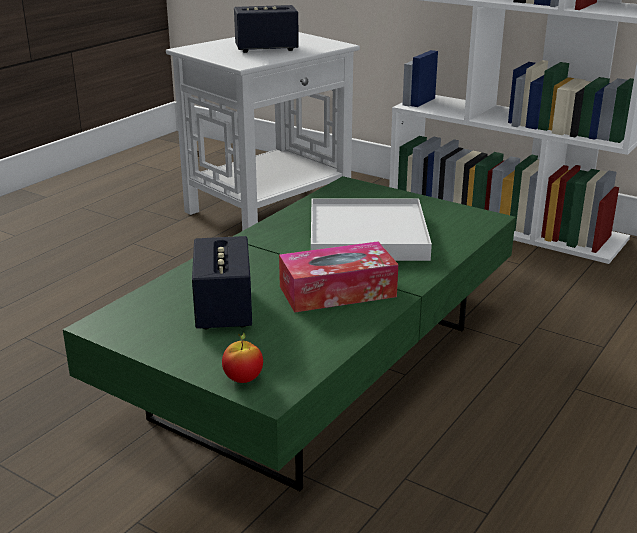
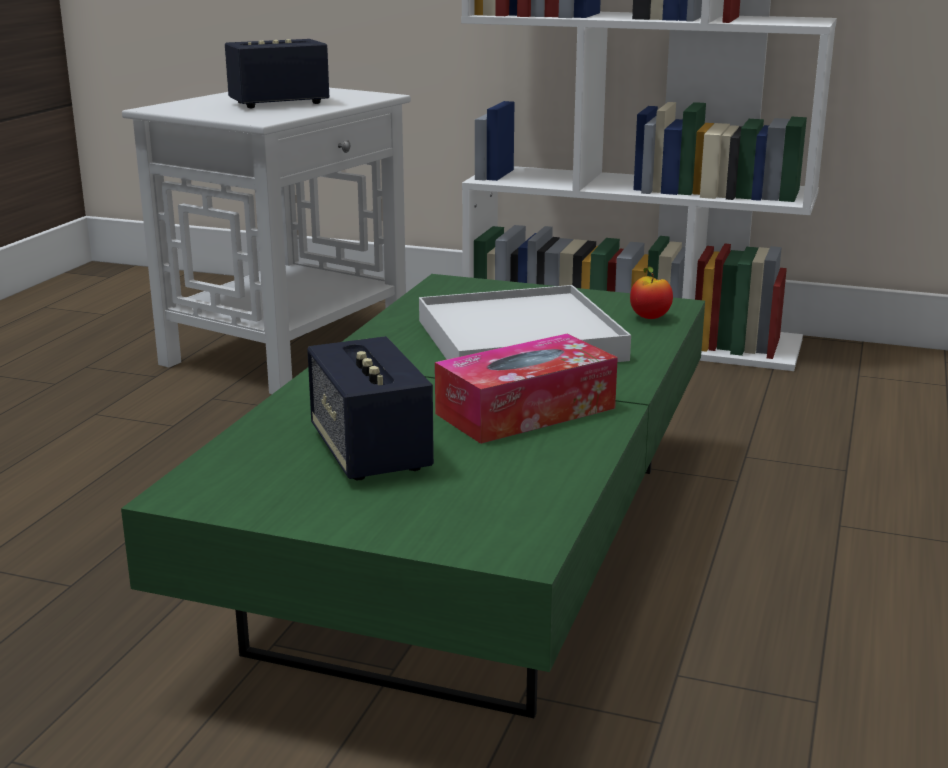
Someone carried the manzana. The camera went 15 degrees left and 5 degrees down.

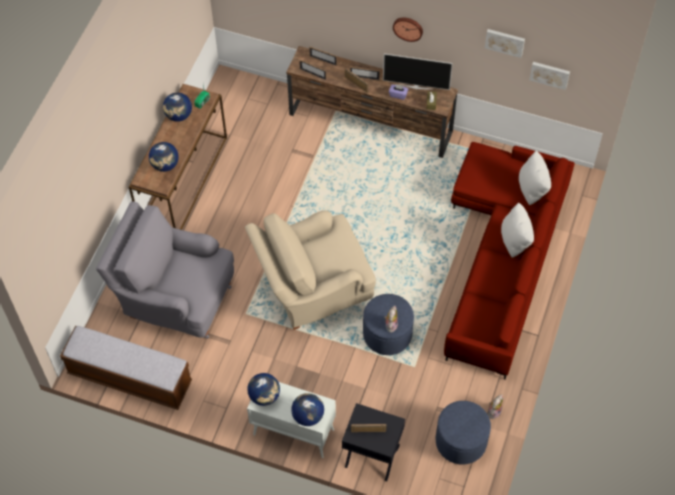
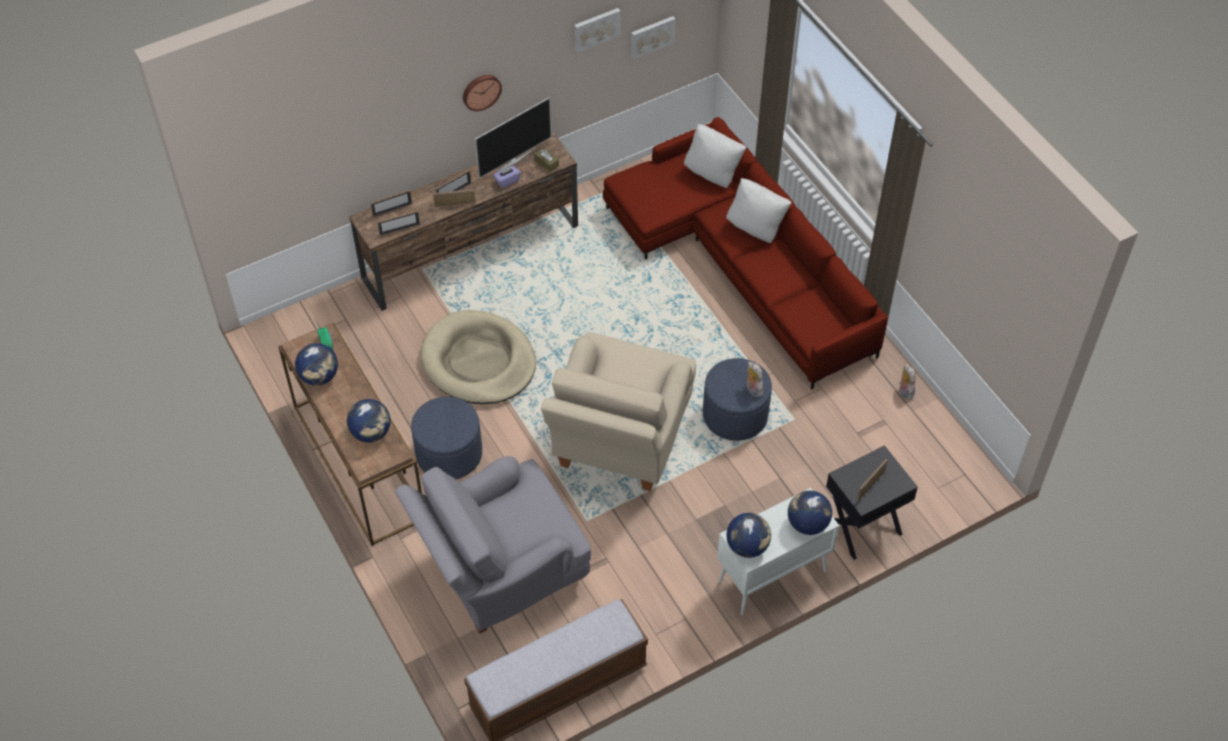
Someone carried the puf/azul (no. 2 from left in the first image). Someone put down the cama para perro/beis. The camera went 50 degrees left and 5 degrees down.

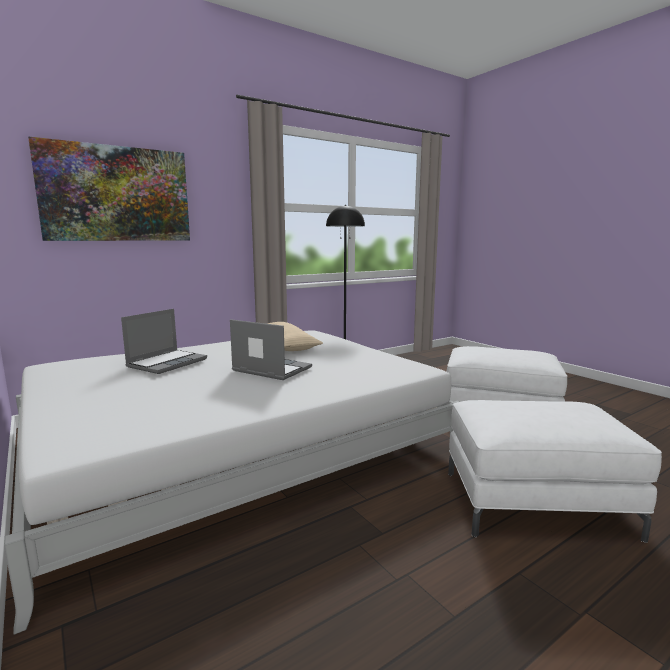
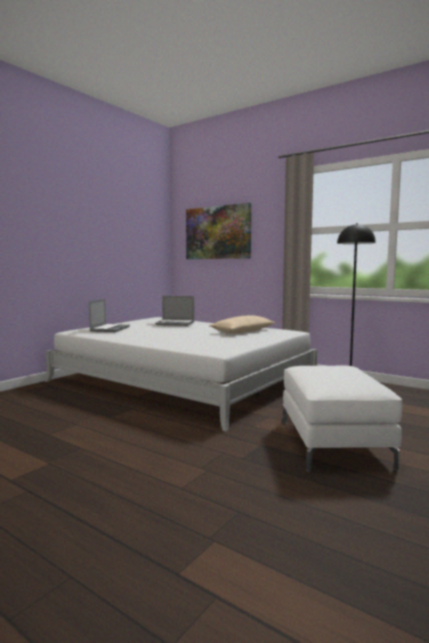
Someone carried the portátil (no. 2 from left in the first image). Someone took away the puf/blanco (no. 2 from left). The camera went 70 degrees right and 5 degrees down.

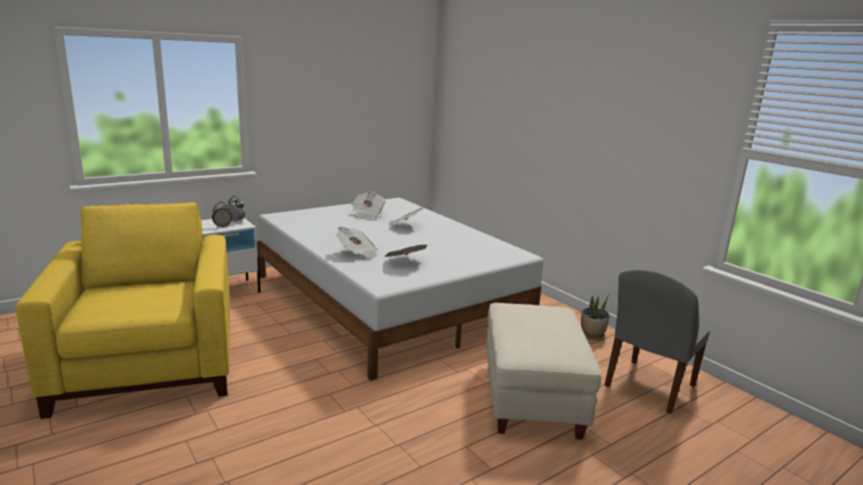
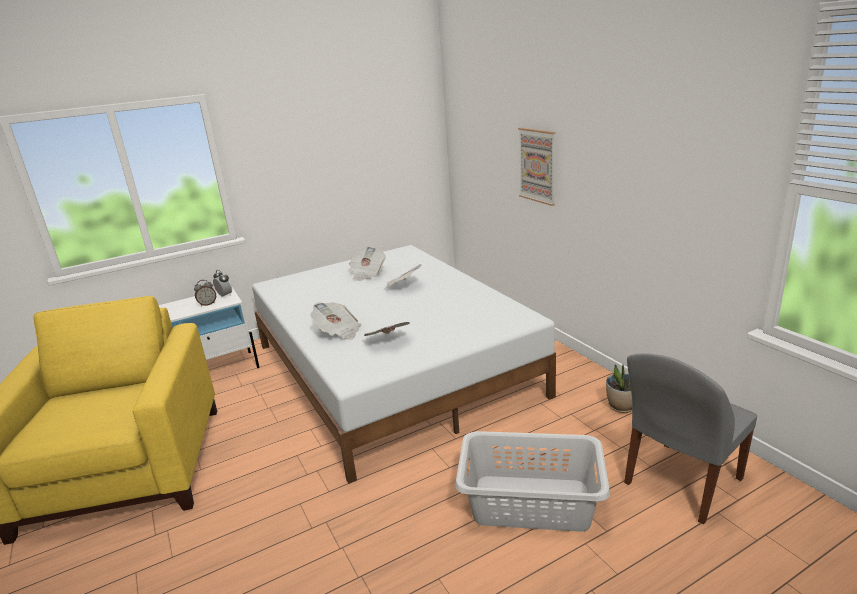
Someone swapped the puf/beis for the cesto de la ropa/gris. Someone put up the cuadro. The camera went 10 degrees right and 5 degrees up.

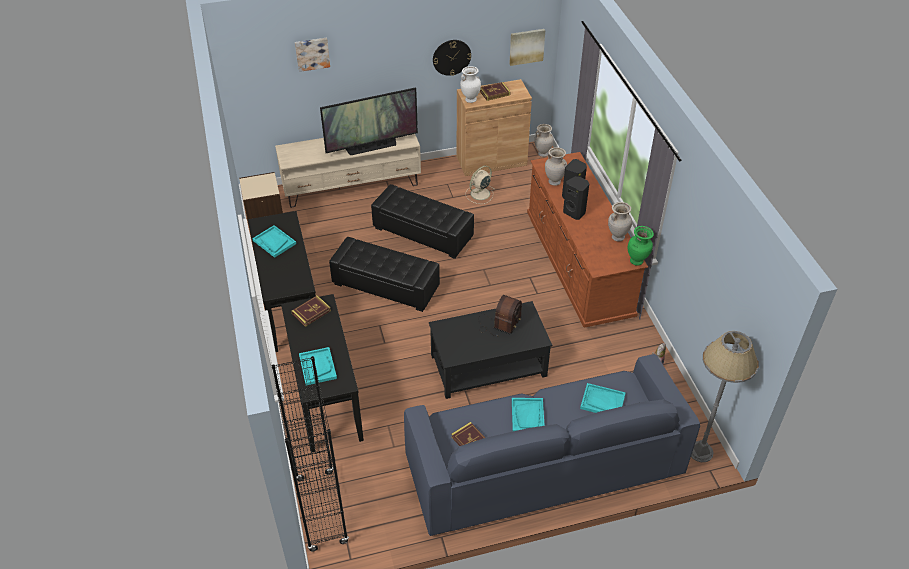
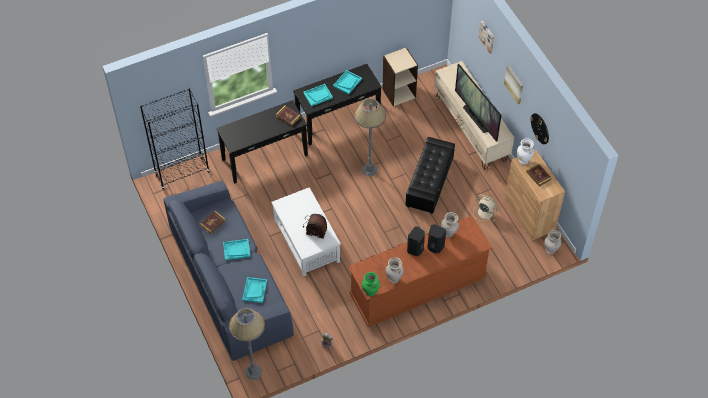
Someone carried the cuadro (no. 2 from left). Someone swapped the puf/negro (no. 1 from left) for the lámpara de pie/gris (no. 2 from left). Someone repainted the mesa de centro/negro, which became the mesa de centro/blanco. Someone carried the bandeja/turquesa (no. 2 from left in the first image). The camera went 80 degrees right and 10 degrees up.

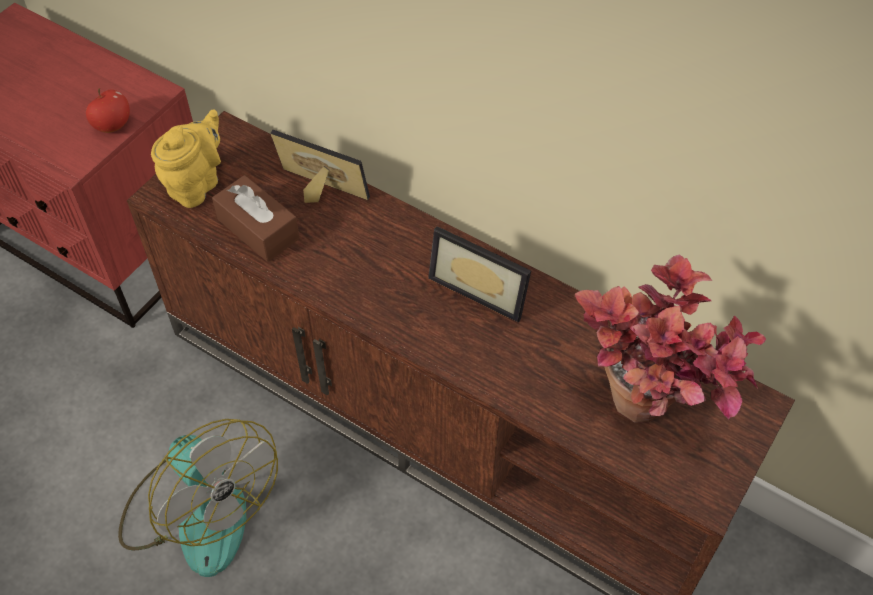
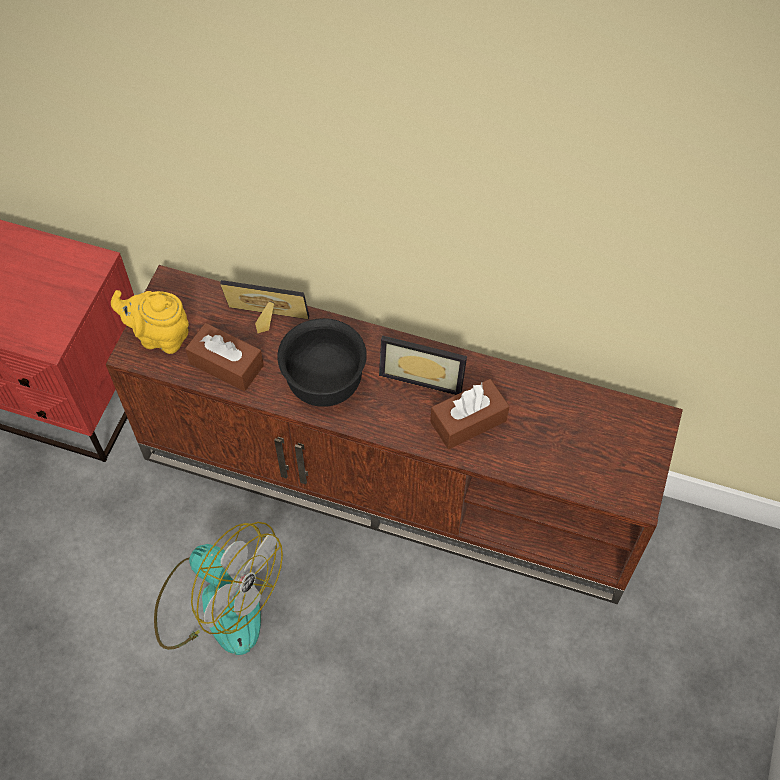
Someone took away the manzana. Someone rotated the tetera/amarillo by 90 degrees counterclockwise. Someone took away the planta en maceta. Someone put down the cuenco/negro. Someone put down the caja de pañuelos/marrón (no. 2 from left). The camera went 15 degrees left and 5 degrees up.

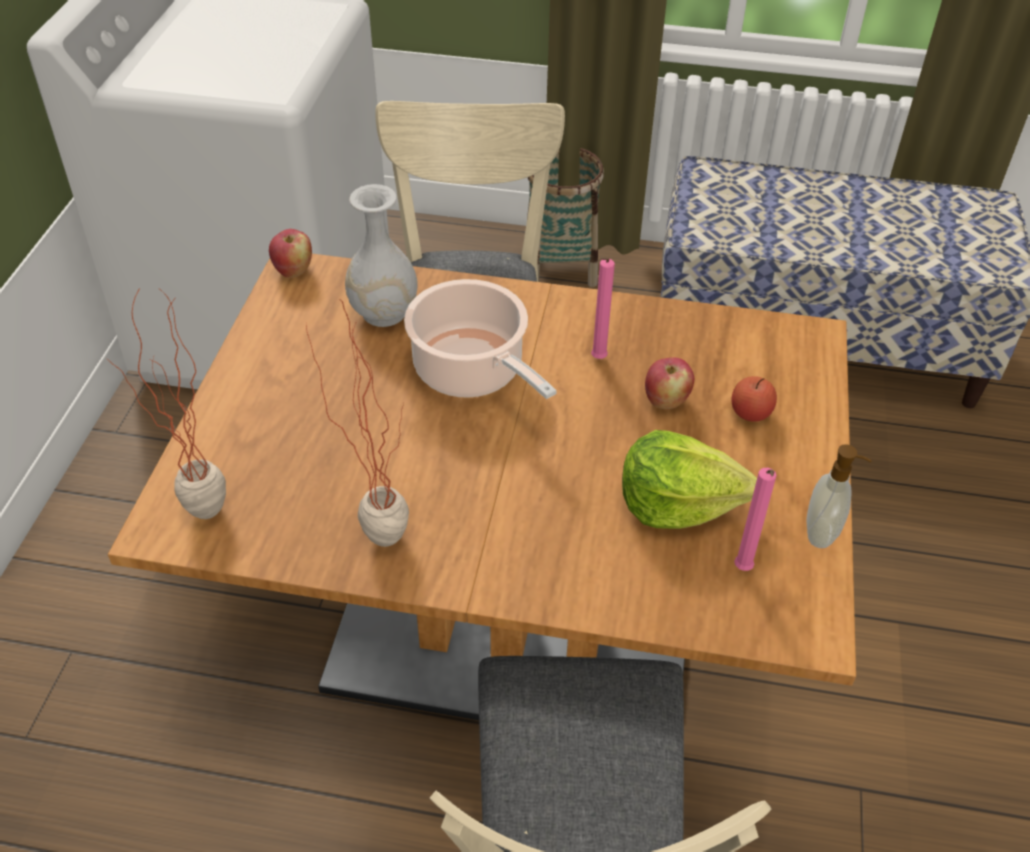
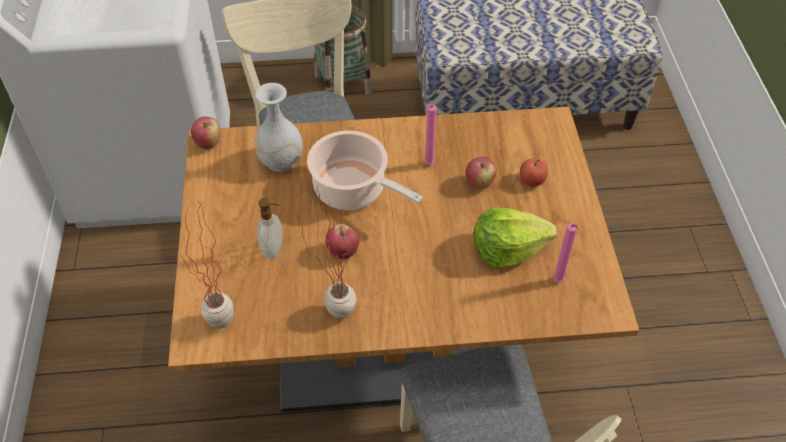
Someone carried the dispensador de jabón. Someone put down the manzana (no. 2 from left). The camera went 15 degrees left and 5 degrees up.

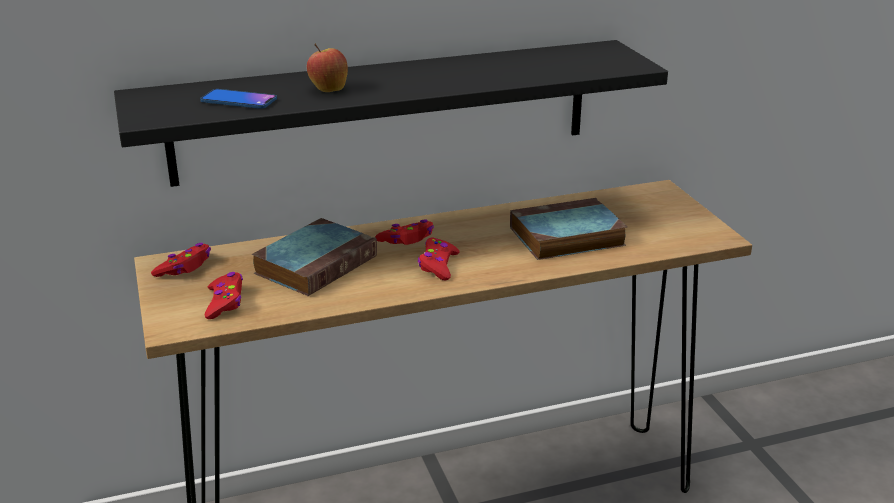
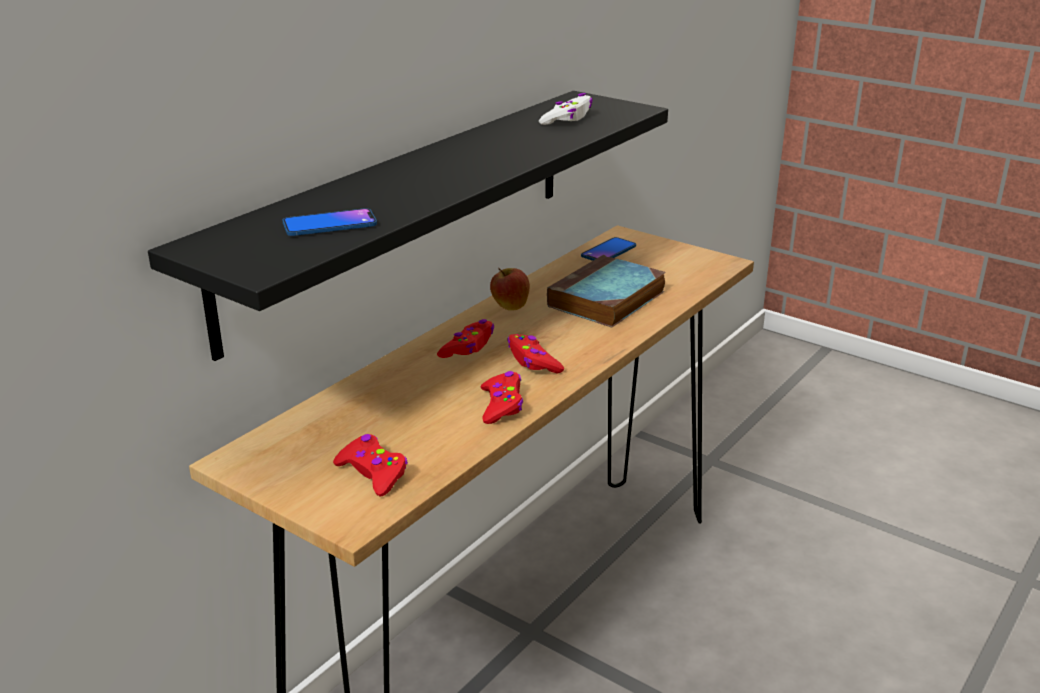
Someone carried the manzana. Someone took away the libro (no. 1 from left). Someone carried the mando de consola/rojo (no. 1 from left in the first image). Someone put down the mando de consola/blanco. Someone put down the móvil (no. 2 from left). The camera went 35 degrees left and 0 degrees up.

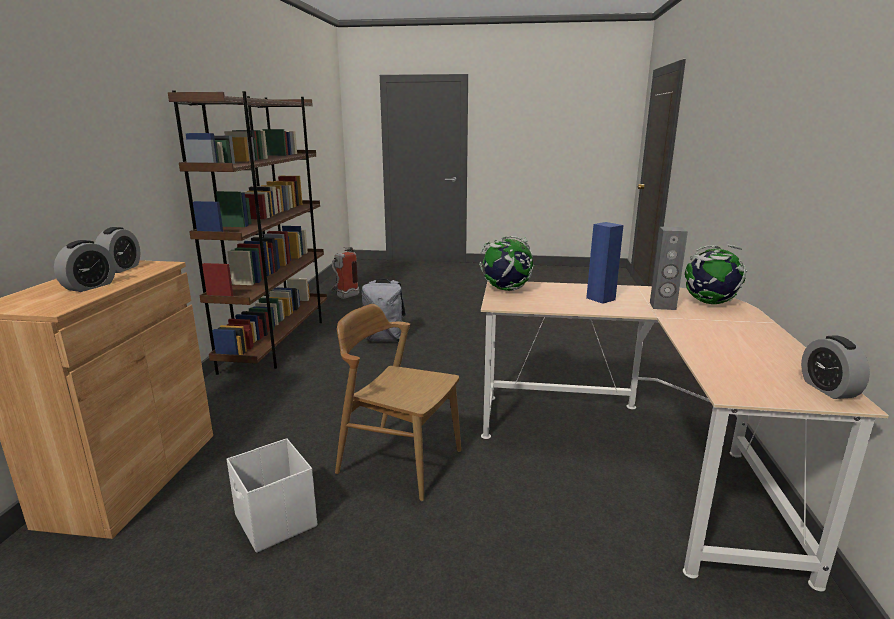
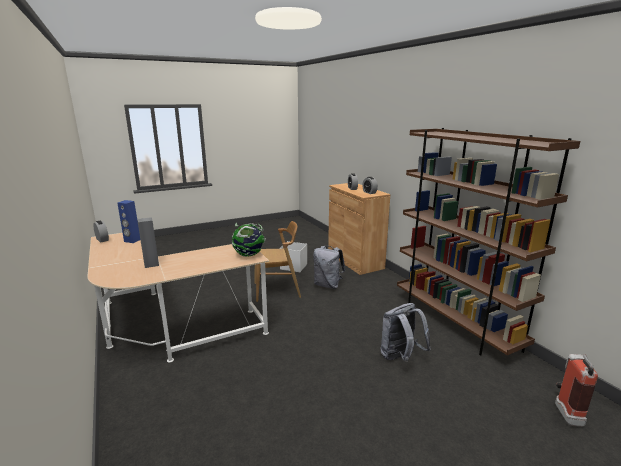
Someone carried the altavoz/azul. Someone took away the globo terráqueo (no. 2 from left). Someone put down the mochila/gris (no. 1 from left). The camera went 145 degrees right and 0 degrees up.

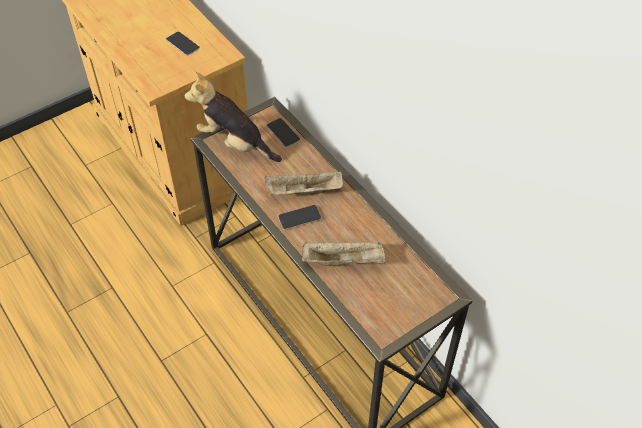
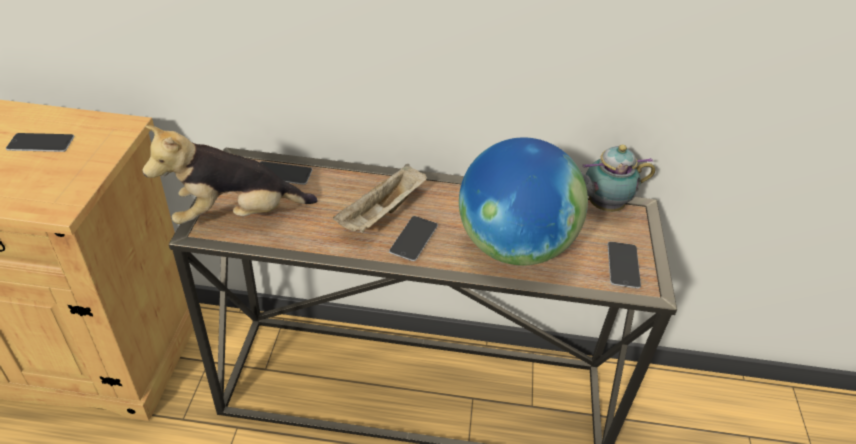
Someone swapped the bandeja/beis (no. 2 from left) for the globo terráqueo. Someone put down the tetera. Someone put down the móvil (no. 4 from left). The camera went 50 degrees left and 10 degrees down.

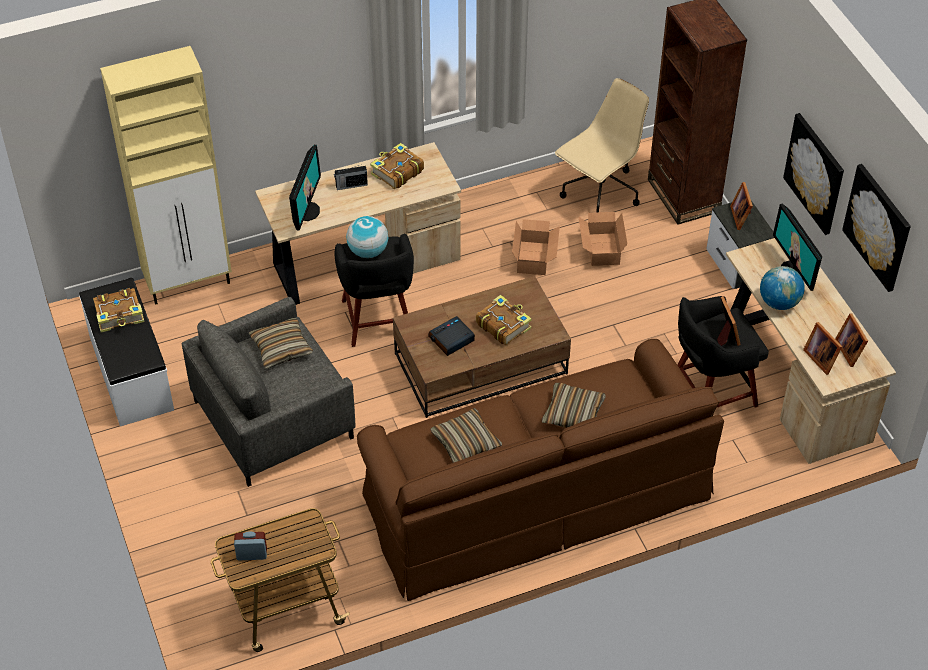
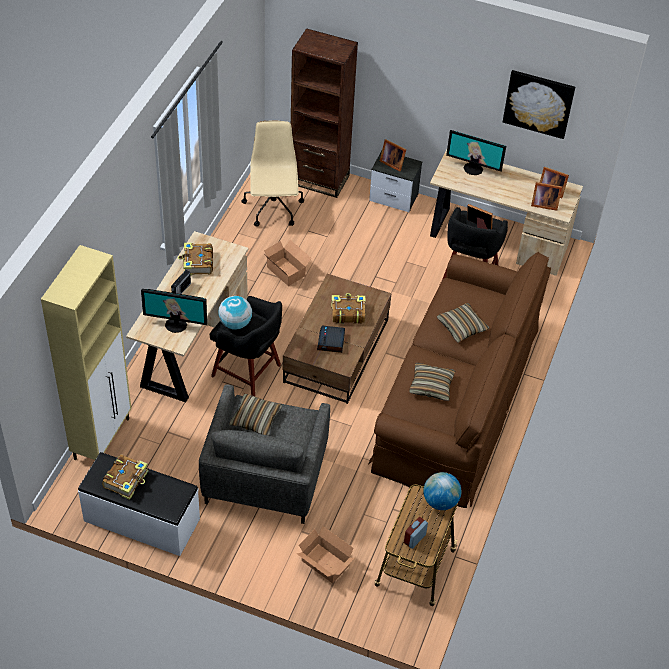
Someone took away the cuadro (no. 1 from left). Someone rotated the monitor (no. 1 from left) by 135 degrees clockwise. Someone carried the caja de cartón (no. 2 from left). Someone carried the globo terráqueo (no. 2 from left). The camera went 50 degrees left and 0 degrees up.

